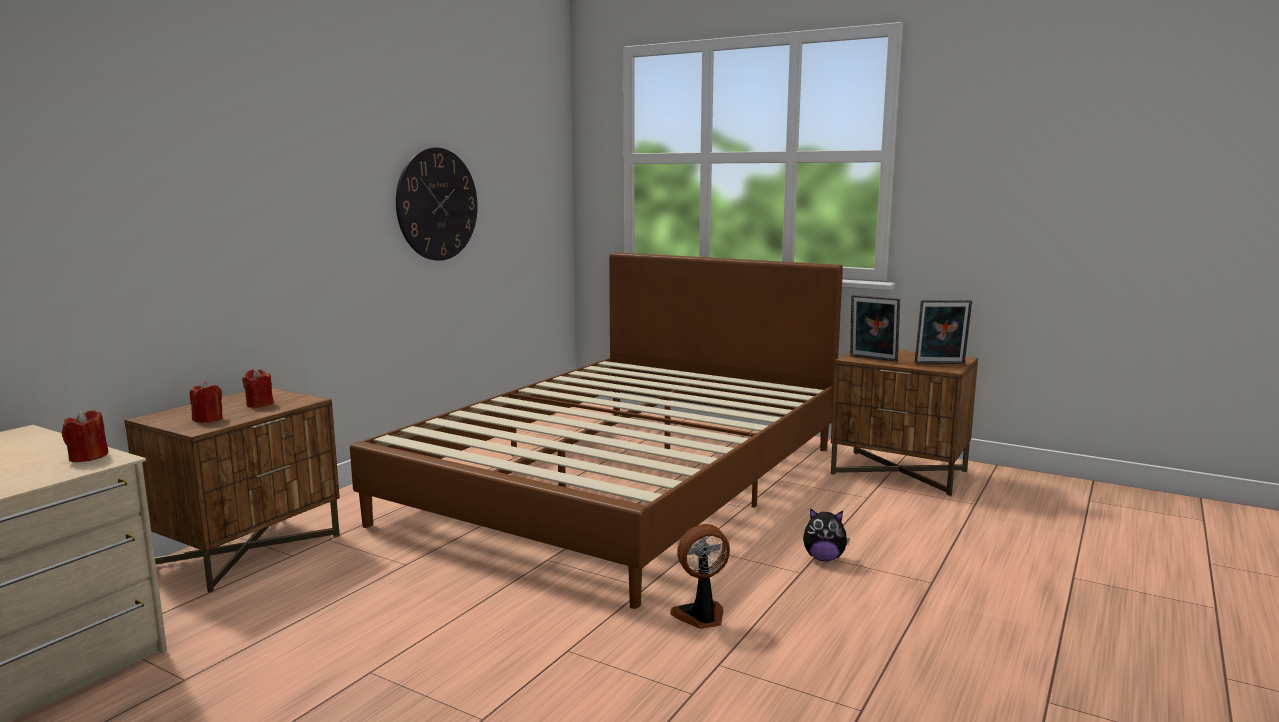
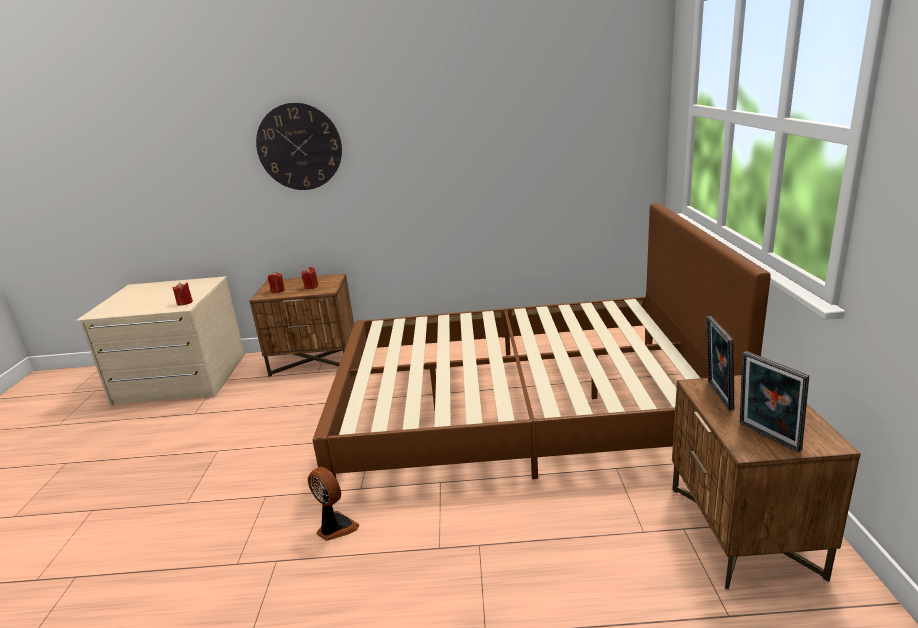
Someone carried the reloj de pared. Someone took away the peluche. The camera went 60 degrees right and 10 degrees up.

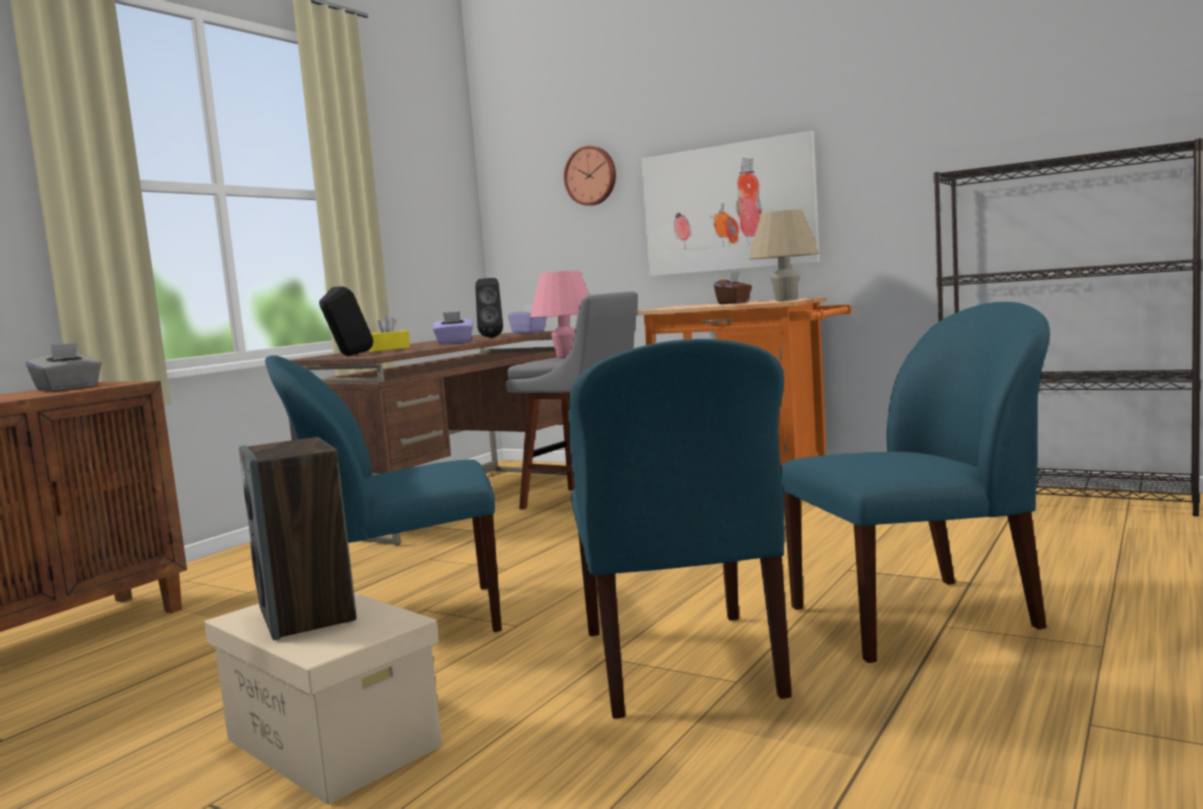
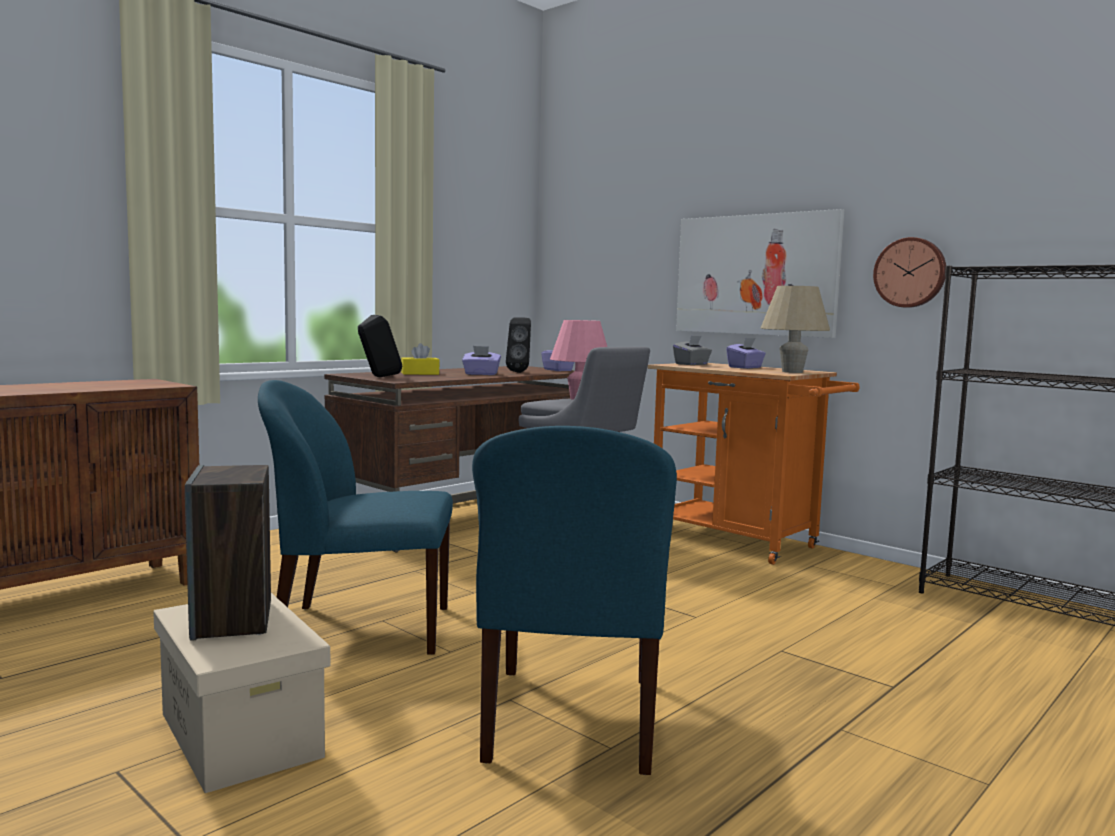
Someone carried the reloj de pared. Someone repainted the caja de pañuelos/marrón, which became the caja de pañuelos/morado (no. 3 from left). Someone took away the silla/azul (no. 3 from left). Someone carried the caja de pañuelos/gris. The camera went 10 degrees right and 0 degrees up.

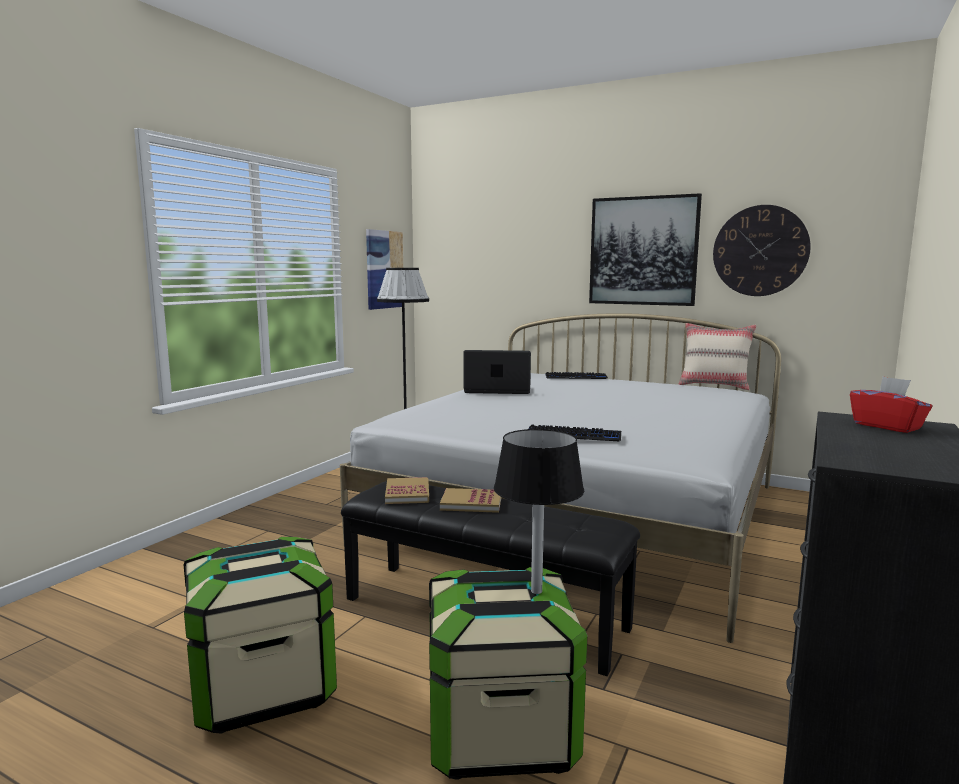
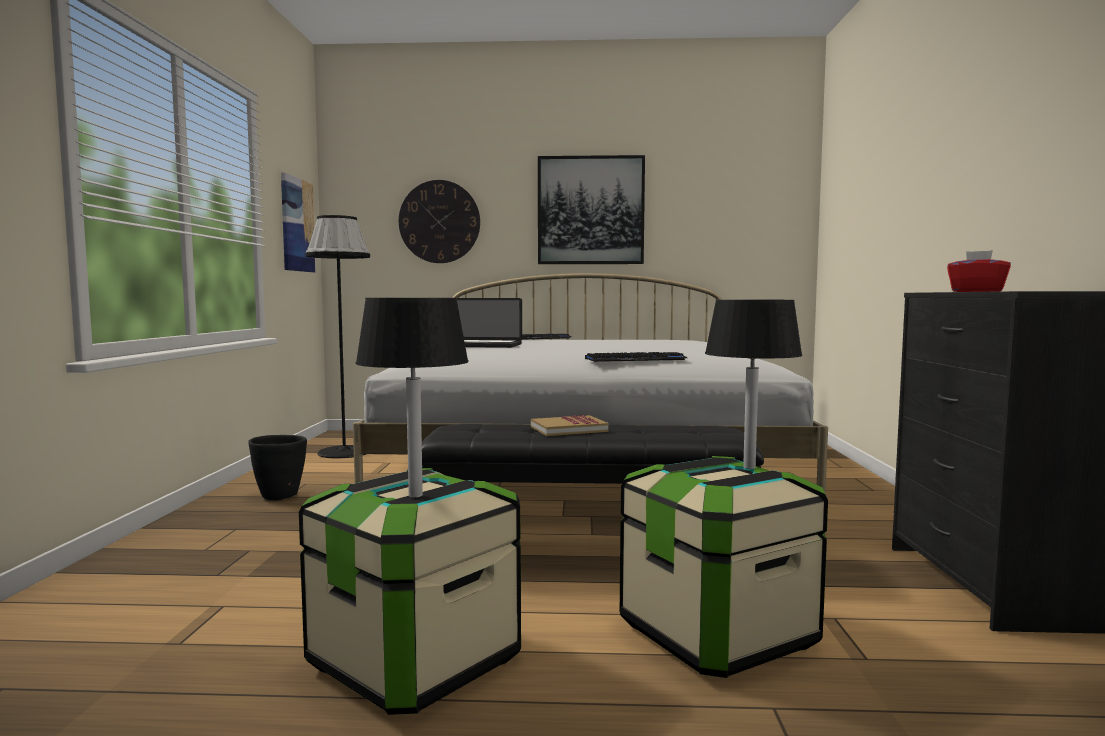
Someone carried the reloj de pared. Someone took away the cojín/beis. Someone rotated the portátil by 150 degrees counterclockwise. Someone took away the libro (no. 1 from left). Someone put down the lámpara de mesa/negro (no. 1 from left). Someone put down the maceta/negro. The camera went 25 degrees left and 5 degrees down.

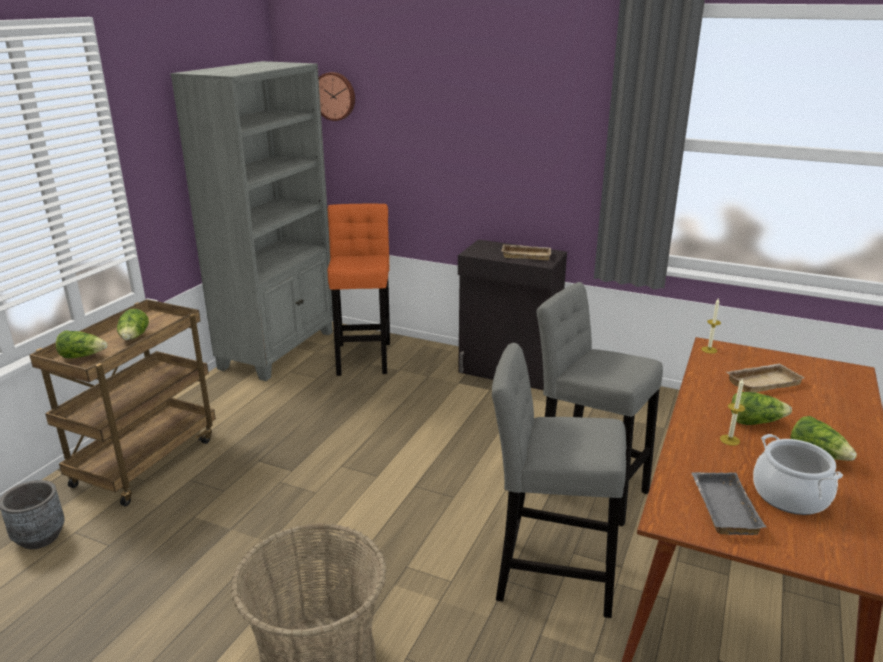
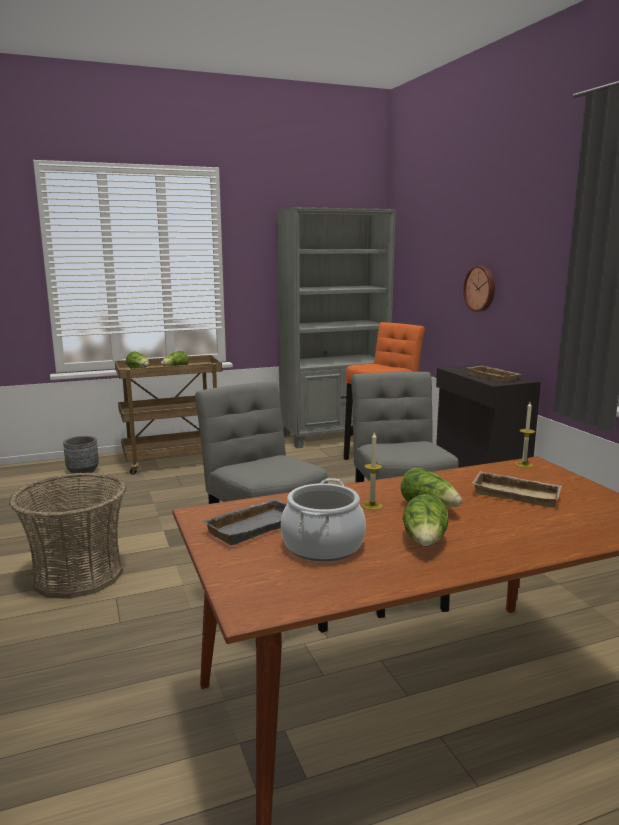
Someone carried the reloj de pared. The camera went 45 degrees right and 10 degrees down.

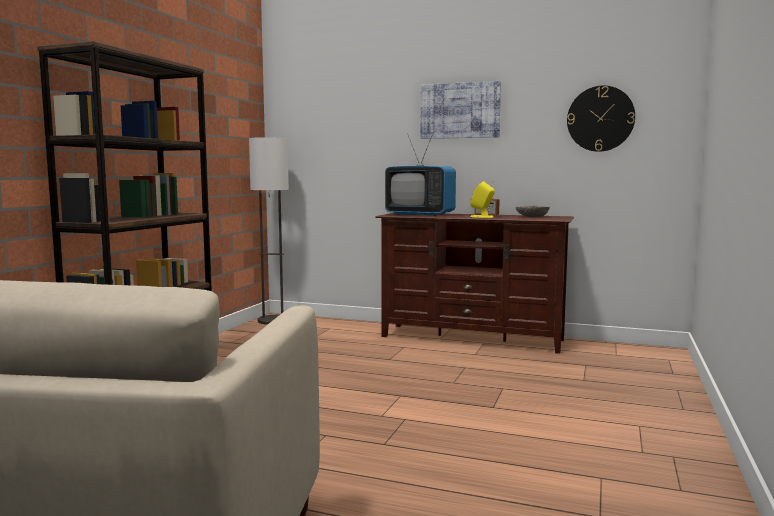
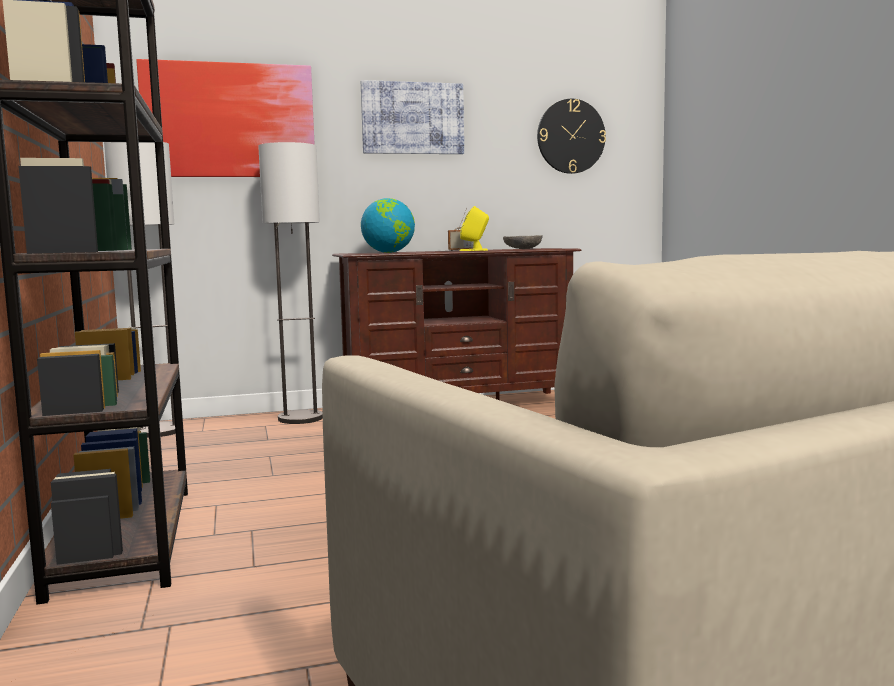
Someone swapped the televisor for the globo terráqueo. Someone put up the cuadro (no. 1 from left). Someone put down the lámpara de pie (no. 2 from left). The camera went 35 degrees left and 0 degrees up.

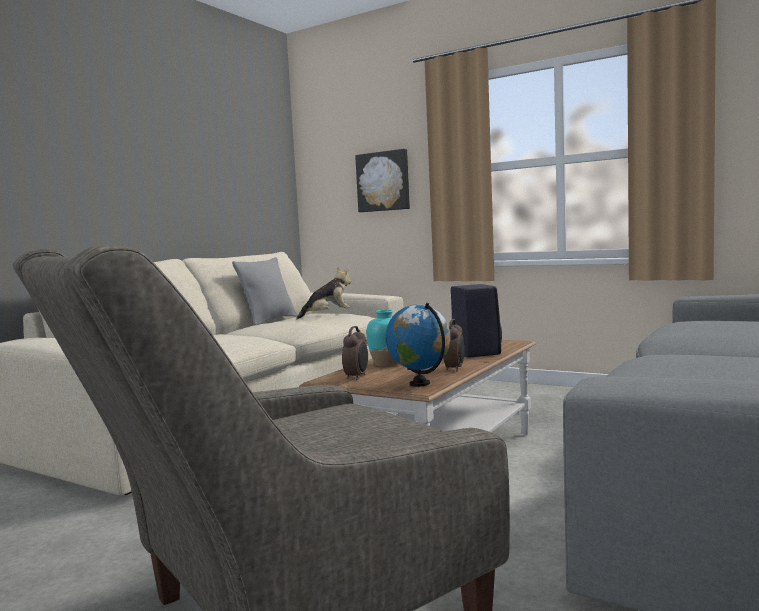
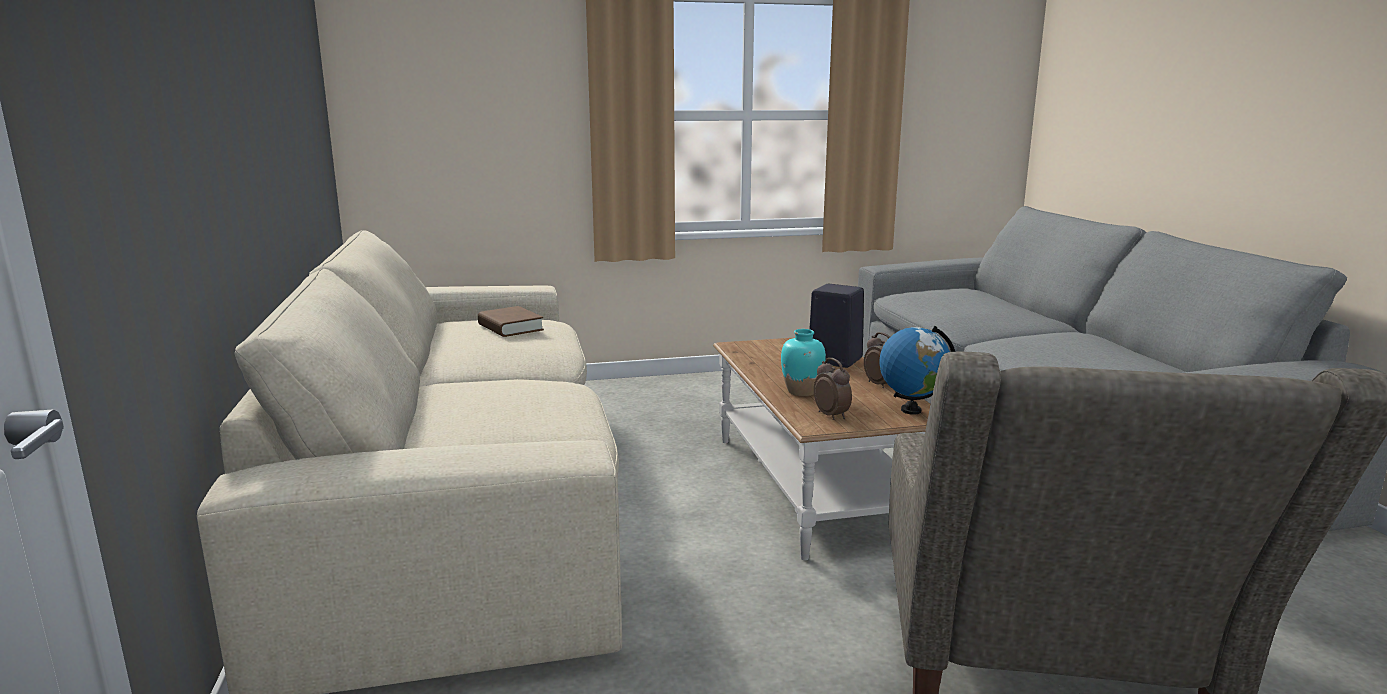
Someone took away the cuadro. Someone took away the cojín/gris. Someone swapped the peluche for the libro/marrón. The camera went 45 degrees left and 10 degrees up.

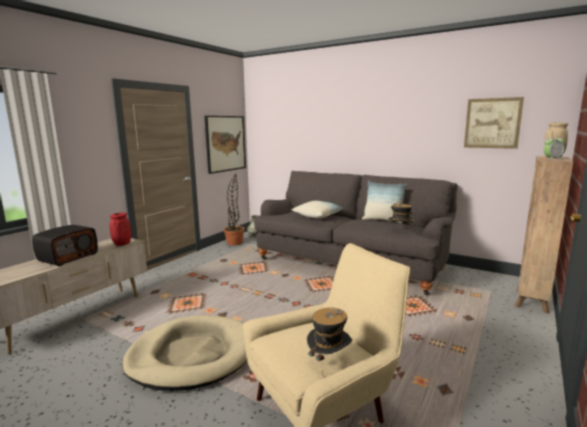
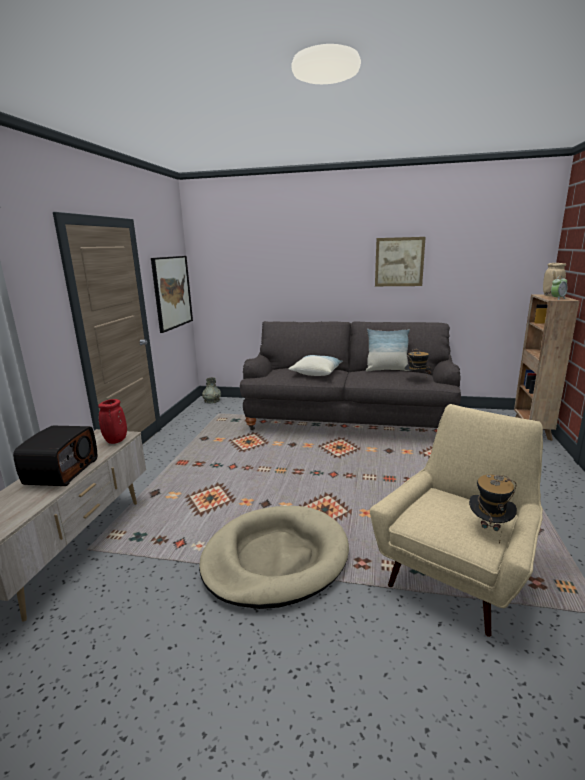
Someone carried the cuadro (no. 2 from left). Someone took away the planta en maceta. The camera went 20 degrees left and 5 degrees up.

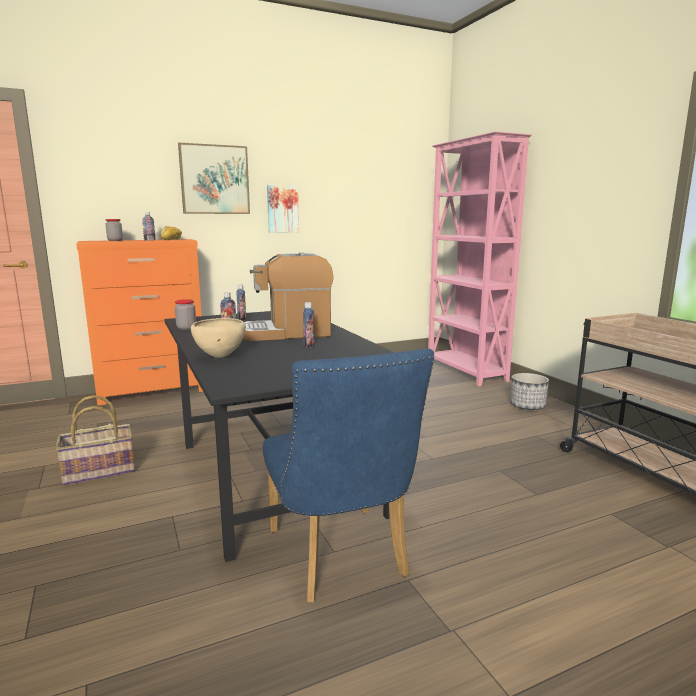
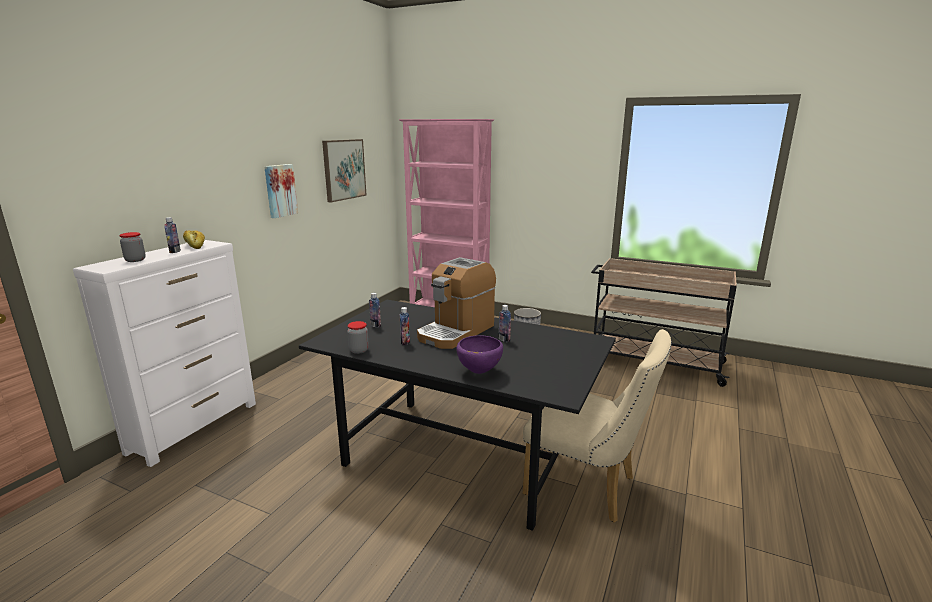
Someone carried the cuadro (no. 1 from left in the first image). Someone repainted the cómoda/naranja, which became the cómoda/blanco. Someone repainted the cuenco/beis, which became the cuenco/morado. Someone repainted the silla/azul, which became the silla/beis. Someone took away the cesta. The camera went 40 degrees left and 5 degrees up.

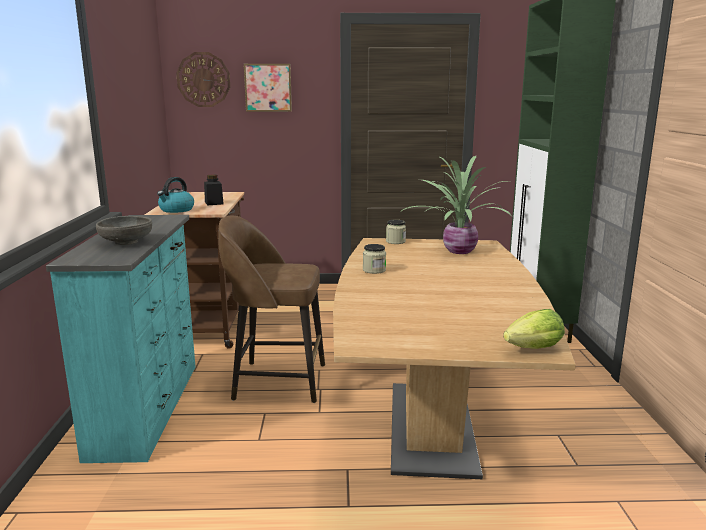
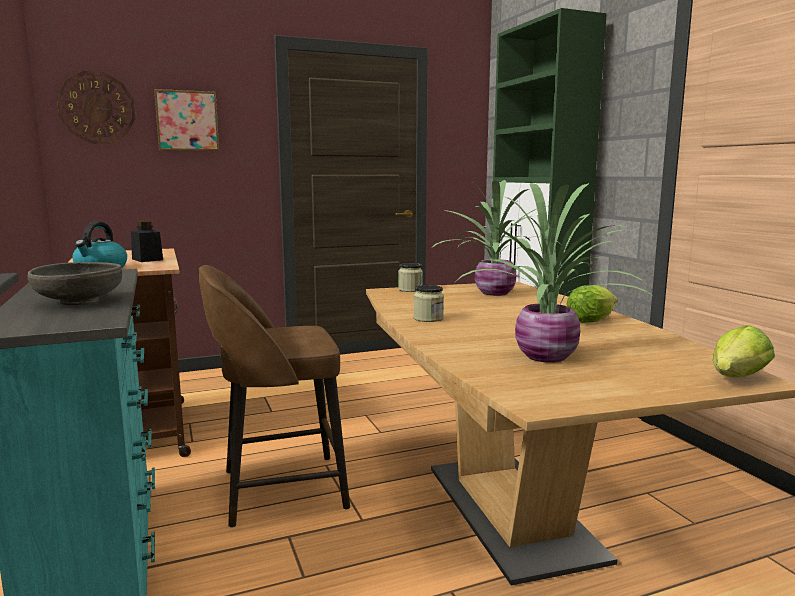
Someone put down the planta en maceta (no. 2 from left). Someone put down the lechuga (no. 1 from left). The camera went 20 degrees left and 5 degrees down.

